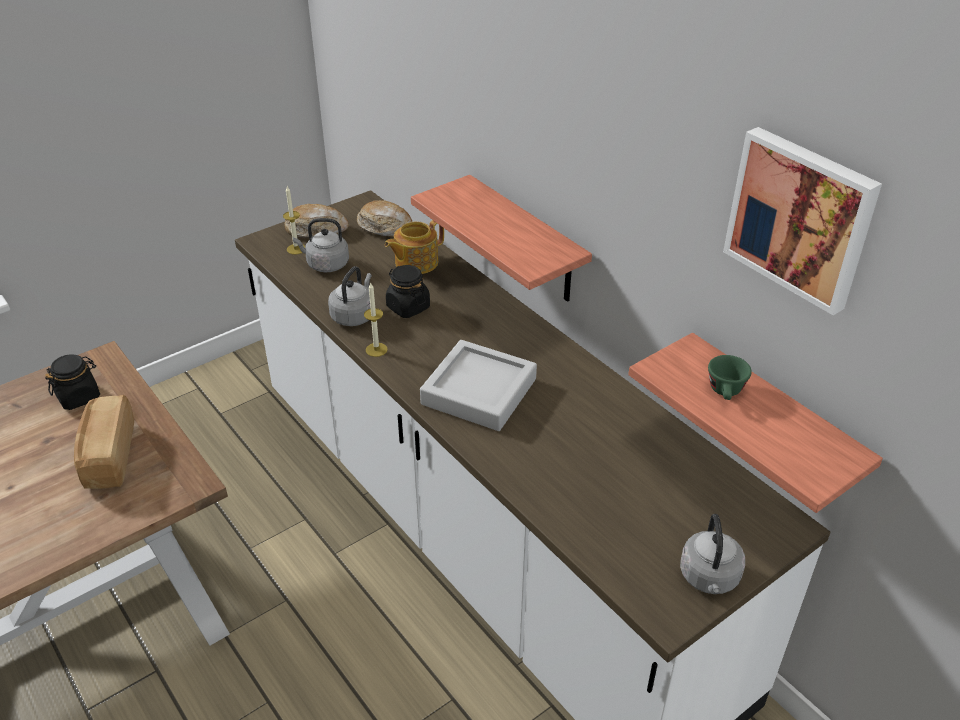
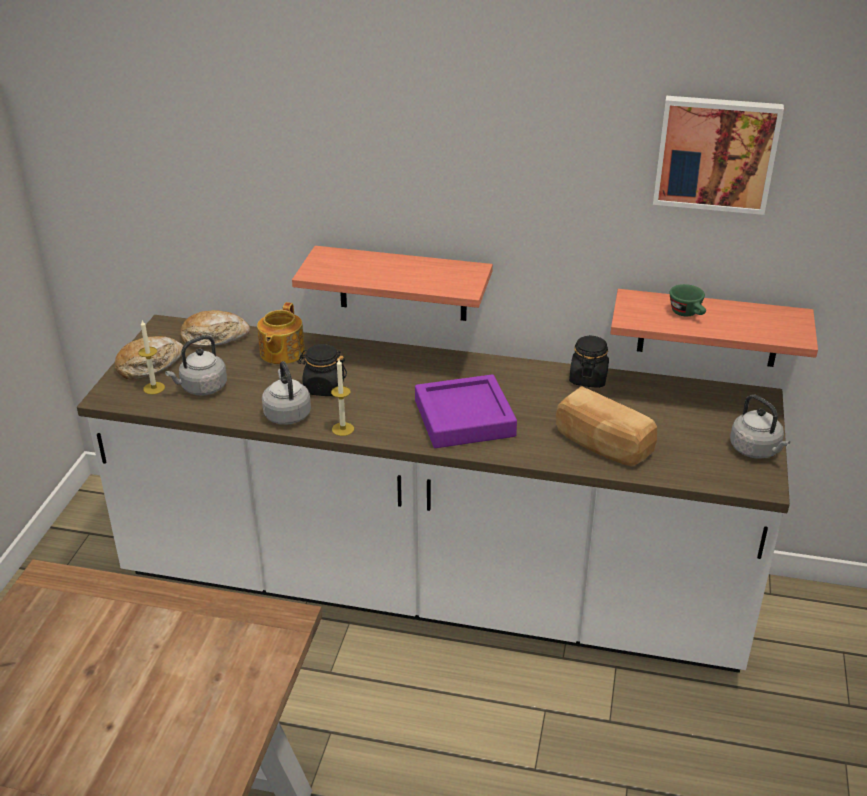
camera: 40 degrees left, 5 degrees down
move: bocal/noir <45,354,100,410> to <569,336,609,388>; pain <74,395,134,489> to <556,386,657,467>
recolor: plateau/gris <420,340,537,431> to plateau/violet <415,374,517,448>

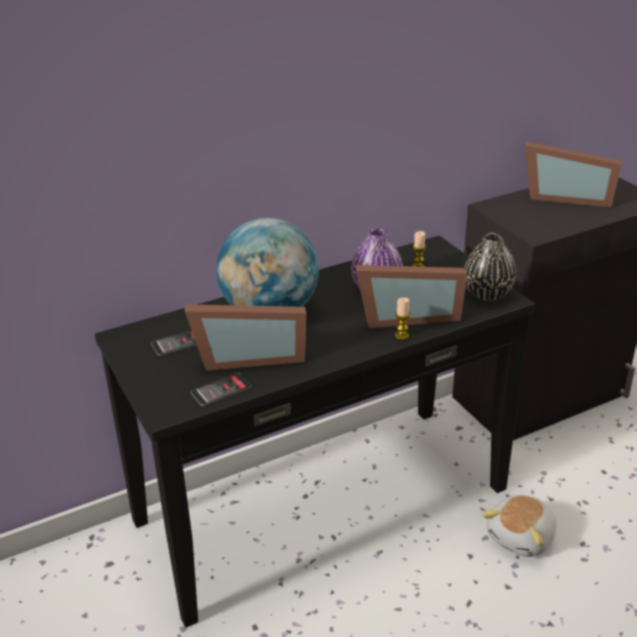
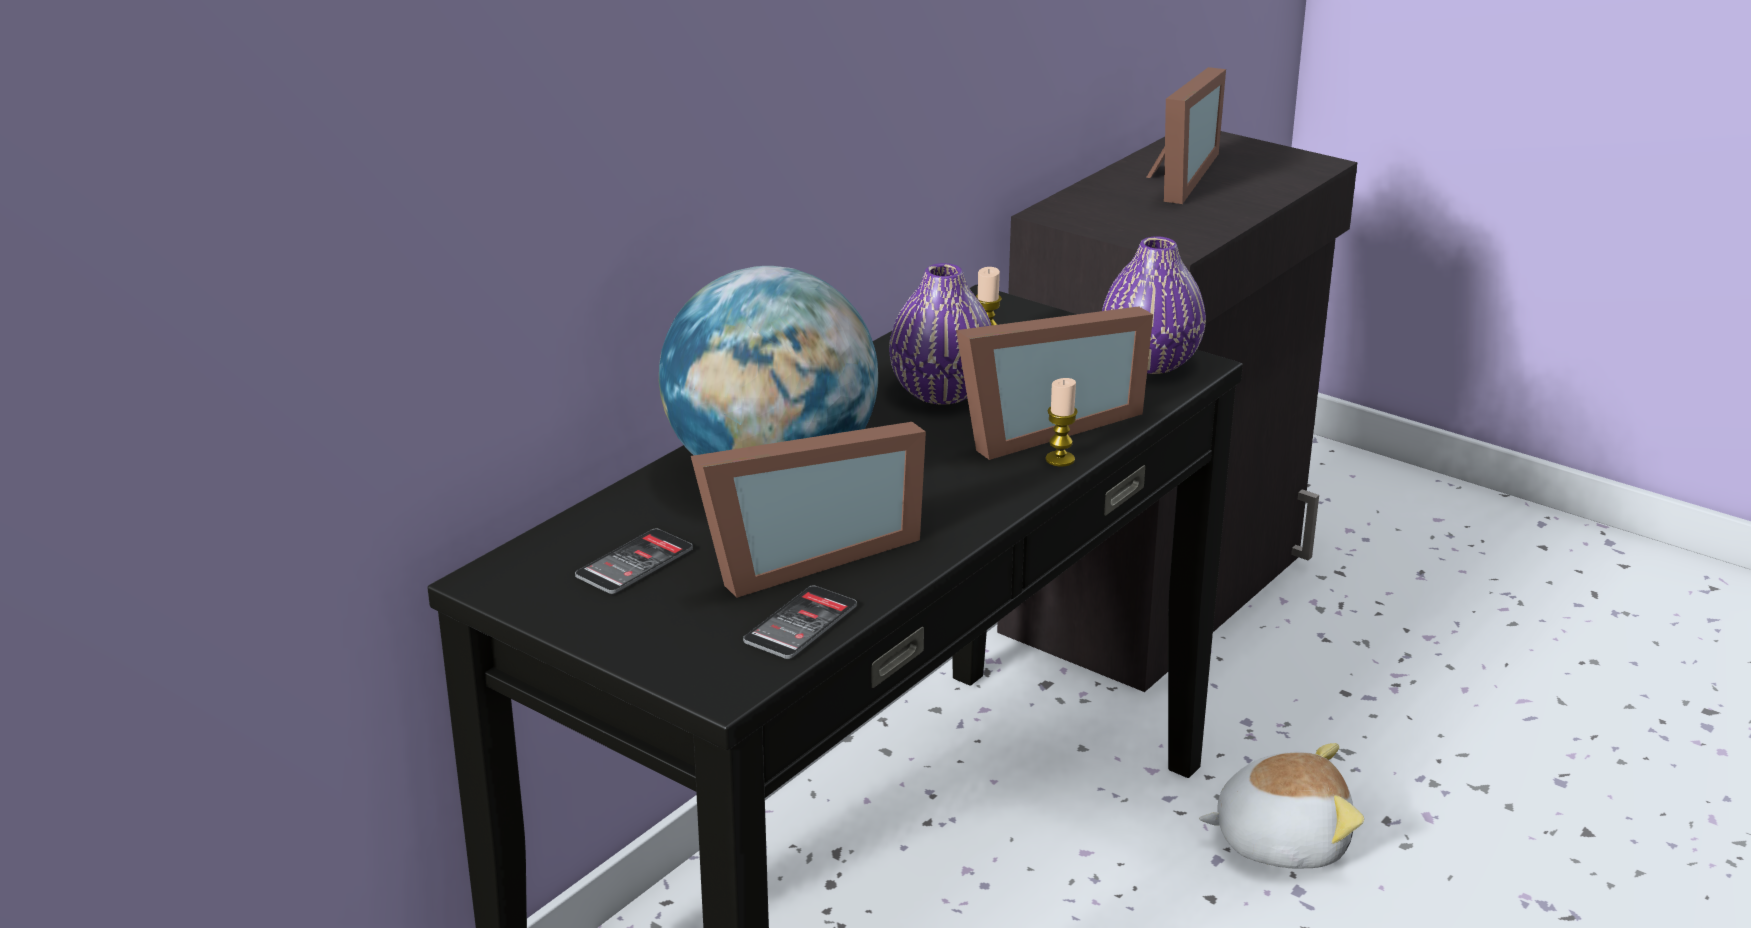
camera: 25 degrees left, 5 degrees down
recolor: vase/noir <464,232,517,301> to vase/violet <1102,236,1206,374>
rotate: peluche <482,495,556,557> = <1199,743,1364,868> 105 degrees counterclockwise; cadre photo <525,141,622,208> = <1146,67,1226,204> 60 degrees counterclockwise

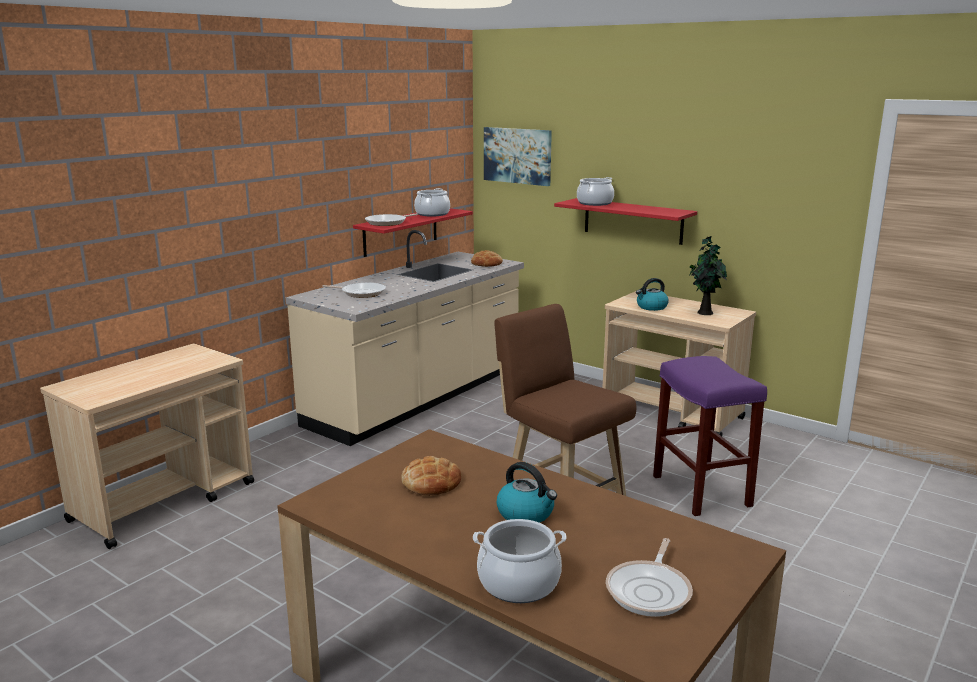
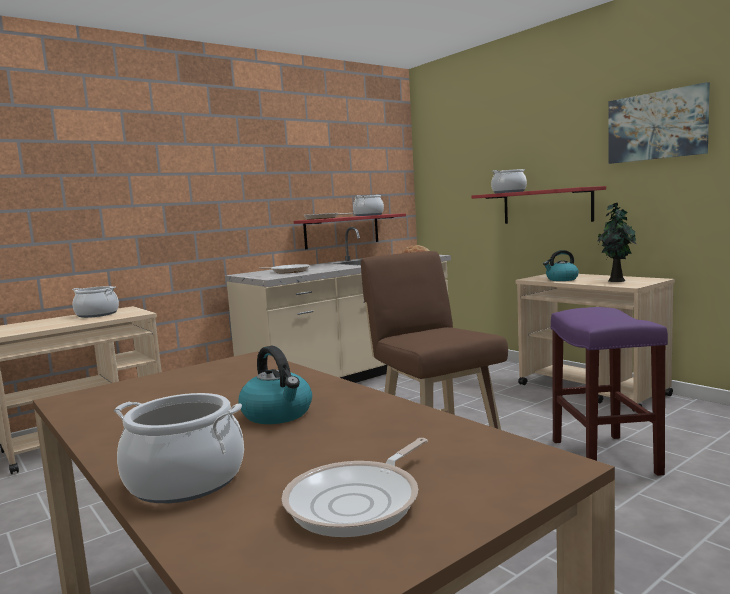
camera: 15 degrees right, 10 degrees down
delete: pain <401,456,461,496>
insert: marmite <72,286,119,318>
move: tableau <484,127,552,186> to <609,82,710,164>

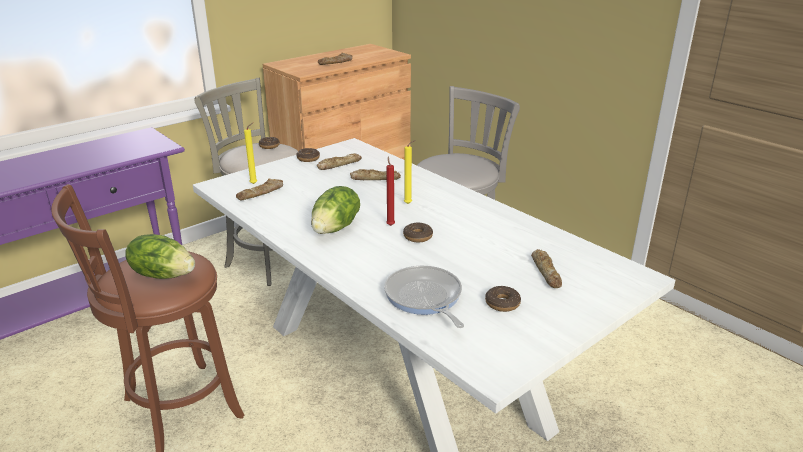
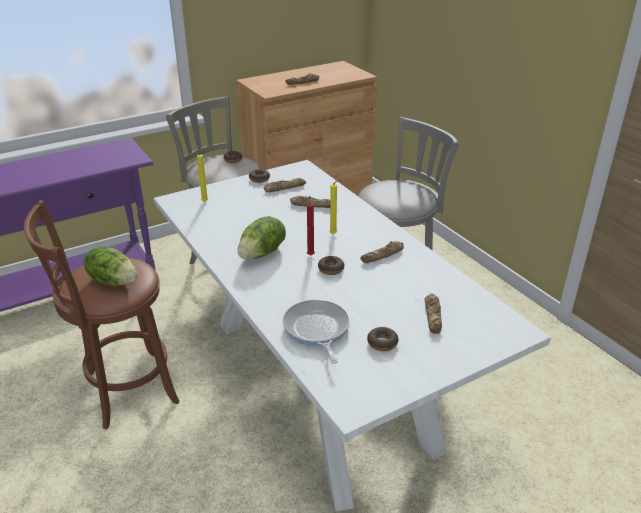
camera: 10 degrees right, 5 degrees up
move: pain <236,179,283,201> to <361,241,404,263>

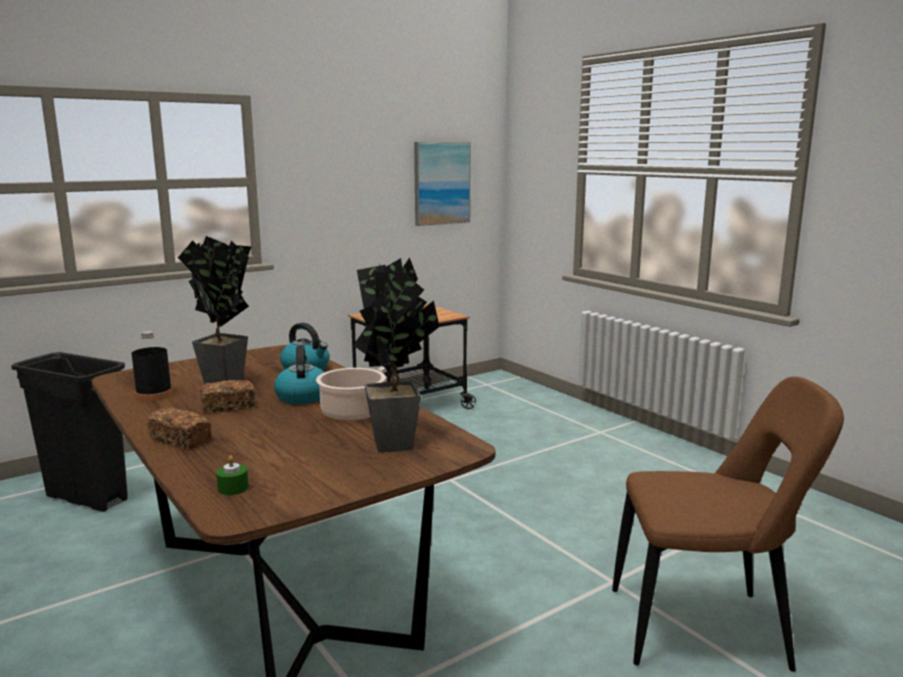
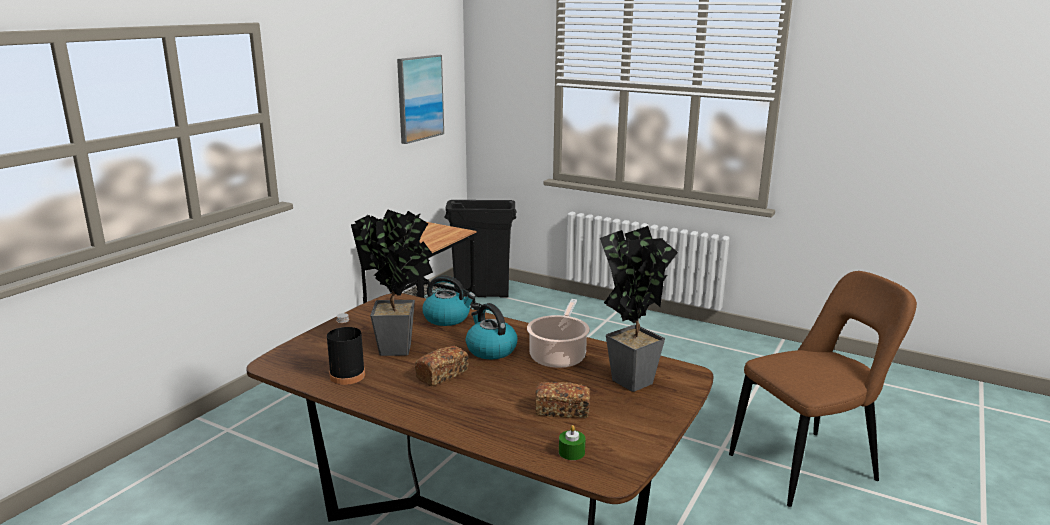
camera: 25 degrees left, 5 degrees up
move: poubelle/noir <11,352,128,512> to <444,200,516,297>; pain <147,407,211,450> to <535,382,590,418>

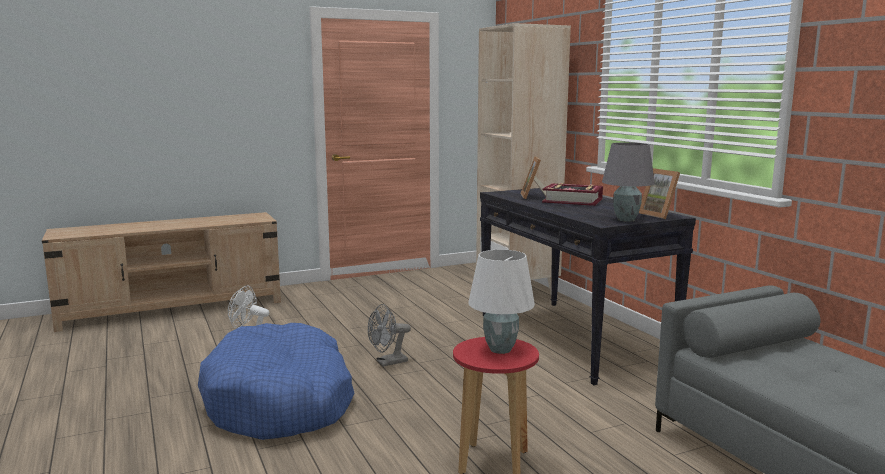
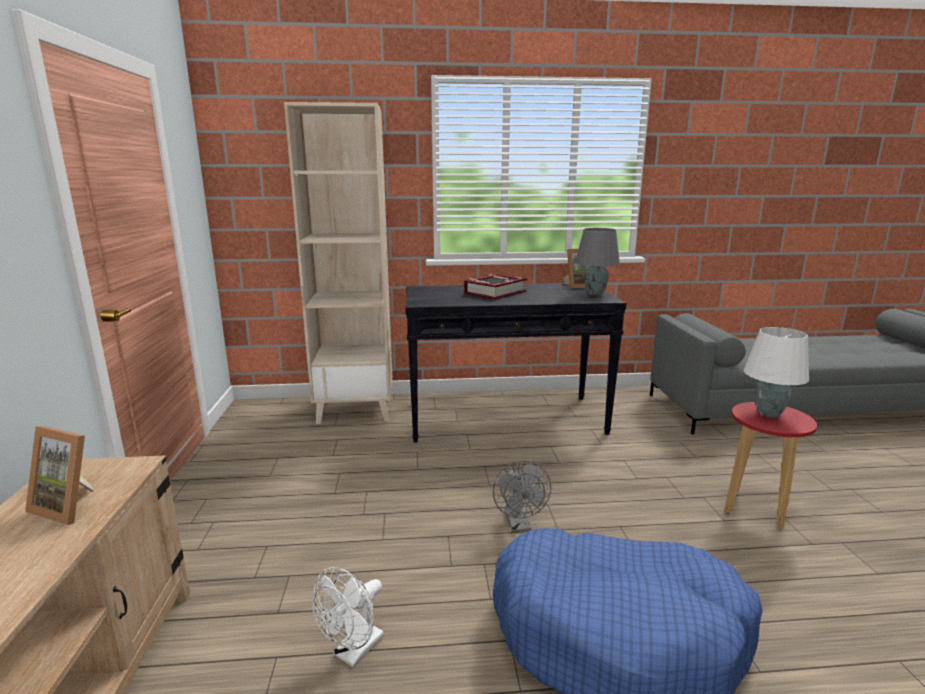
camera: 70 degrees left, 5 degrees up
move: cadre photo <520,156,546,199> to <25,426,94,525>

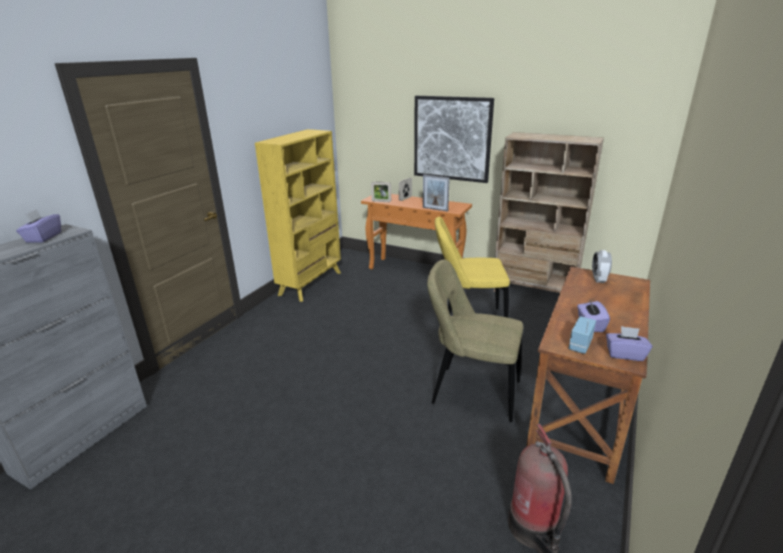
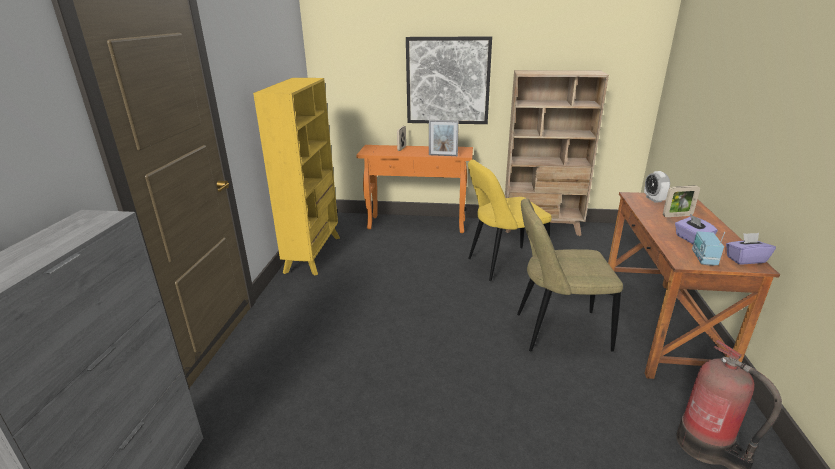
camera: 20 degrees left, 0 degrees up
delete: boîte à mouchoirs/violet <16,209,61,243>
move: cadre photo <371,181,391,202> to <663,185,700,217>

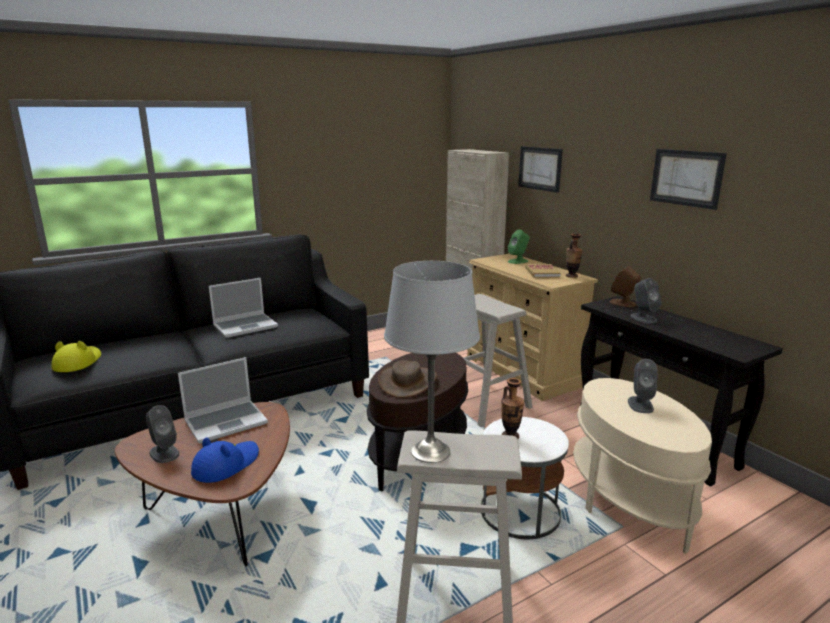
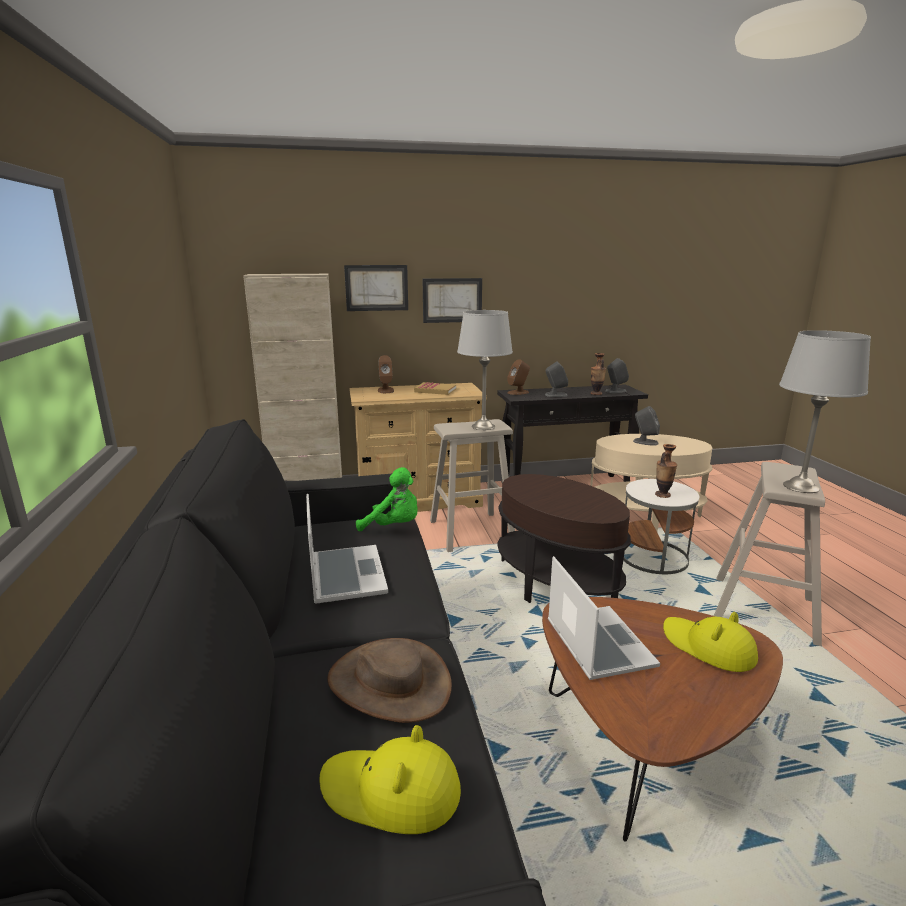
camera: 70 degrees left, 0 degrees up
insert: peluche/vert <356,467,418,531>; lampe de table/gris <457,310,513,430>
move: enceinte/gris <146,405,179,463> to <605,358,629,393>; chapeau/marron <378,360,437,398> to <327,638,452,723>; vase <566,234,583,278> to <591,353,606,395>; tableau <650,149,727,210> to <423,278,482,323>
recolor: chapeau/bleu <191,438,259,483> to chapeau/jaune <663,612,758,672>; enceinte/vert <508,230,530,264> to enceinte/marron <378,355,394,393>

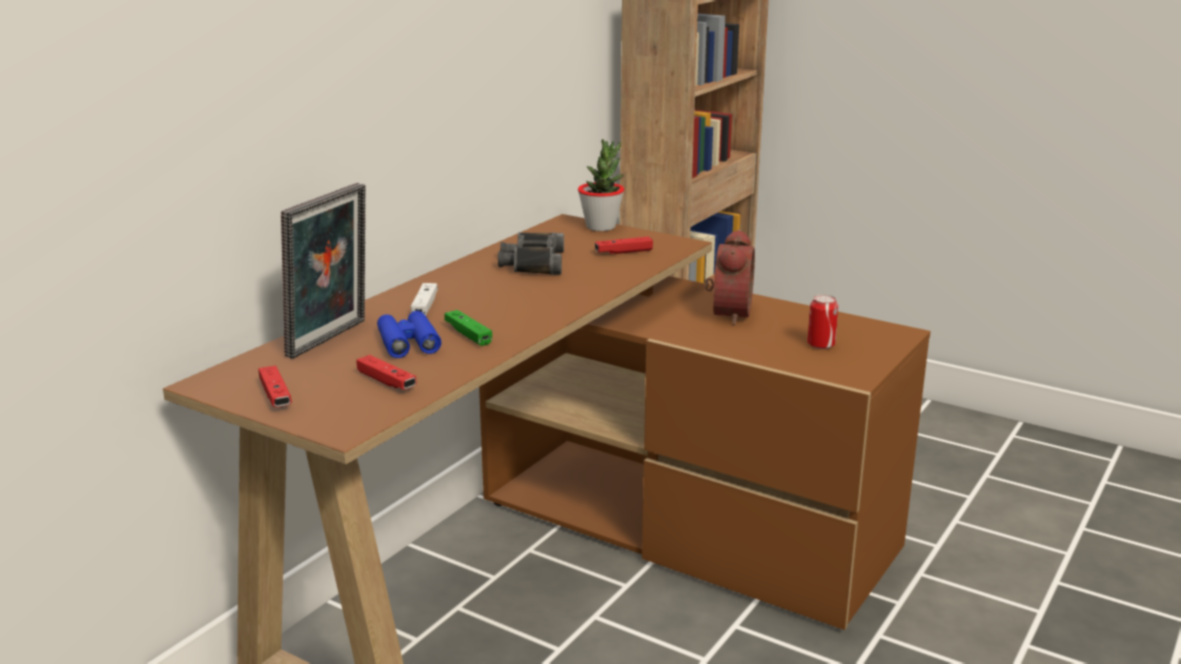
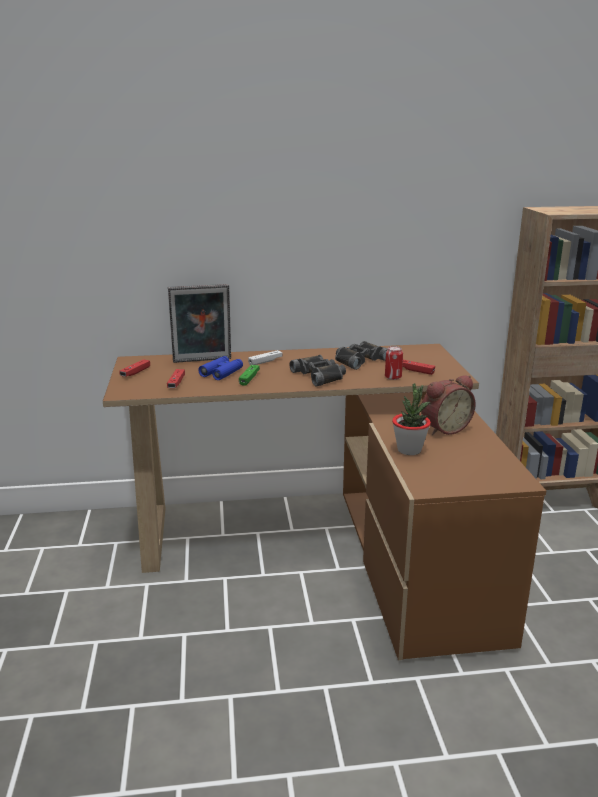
camera: 50 degrees right, 0 degrees up
insert: jumelles/noir <289,355,346,386>
move: plante en pot <578,139,624,231> to <392,383,431,455>; boîte métallique <807,294,838,349> to <385,346,403,380>

